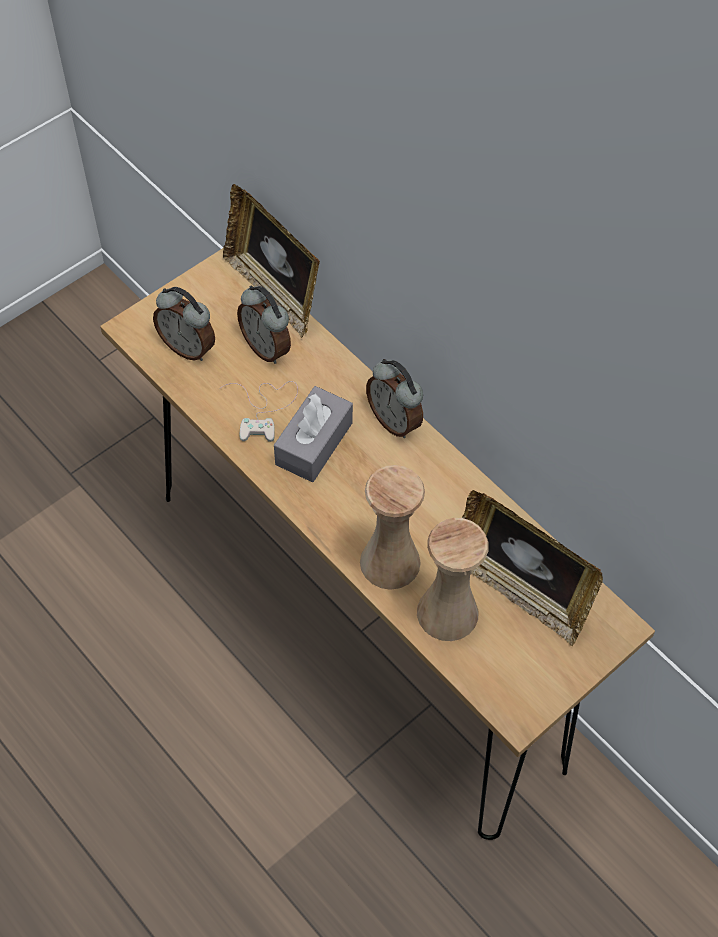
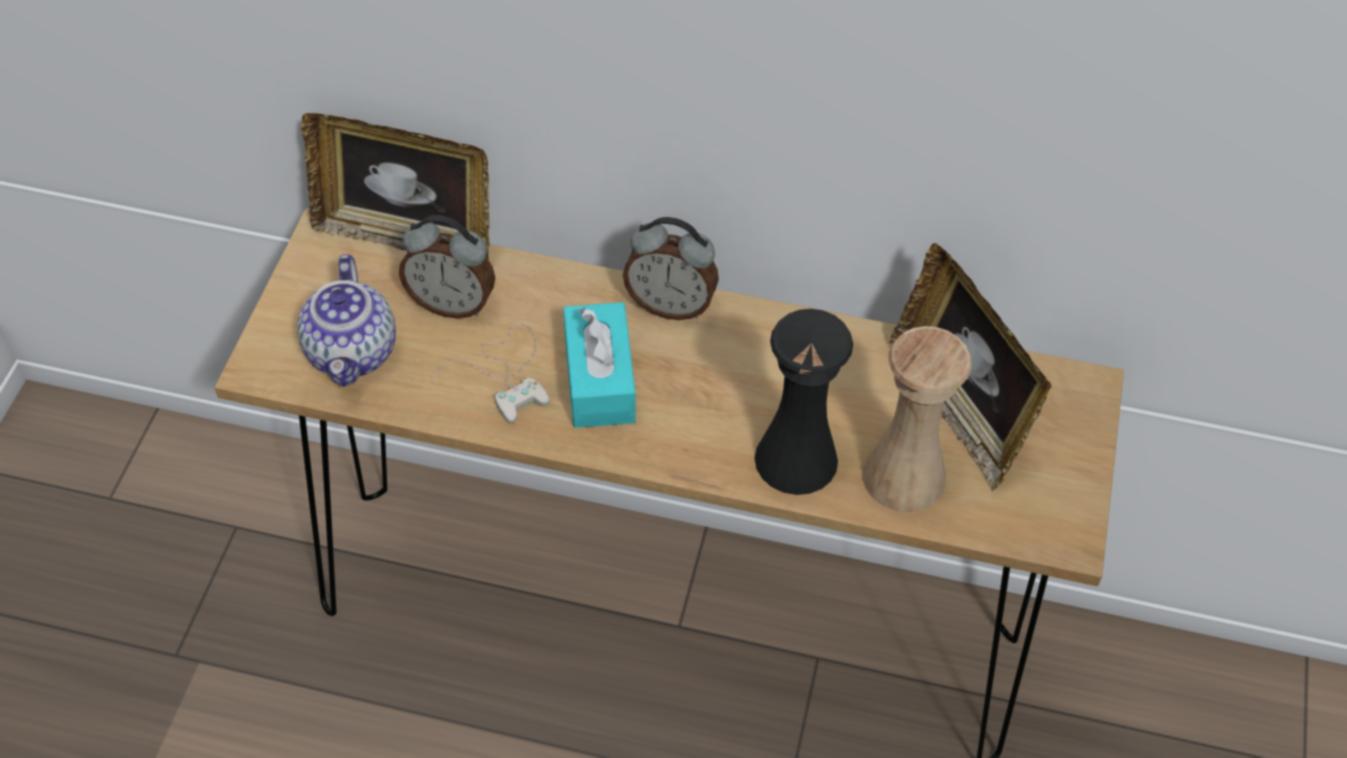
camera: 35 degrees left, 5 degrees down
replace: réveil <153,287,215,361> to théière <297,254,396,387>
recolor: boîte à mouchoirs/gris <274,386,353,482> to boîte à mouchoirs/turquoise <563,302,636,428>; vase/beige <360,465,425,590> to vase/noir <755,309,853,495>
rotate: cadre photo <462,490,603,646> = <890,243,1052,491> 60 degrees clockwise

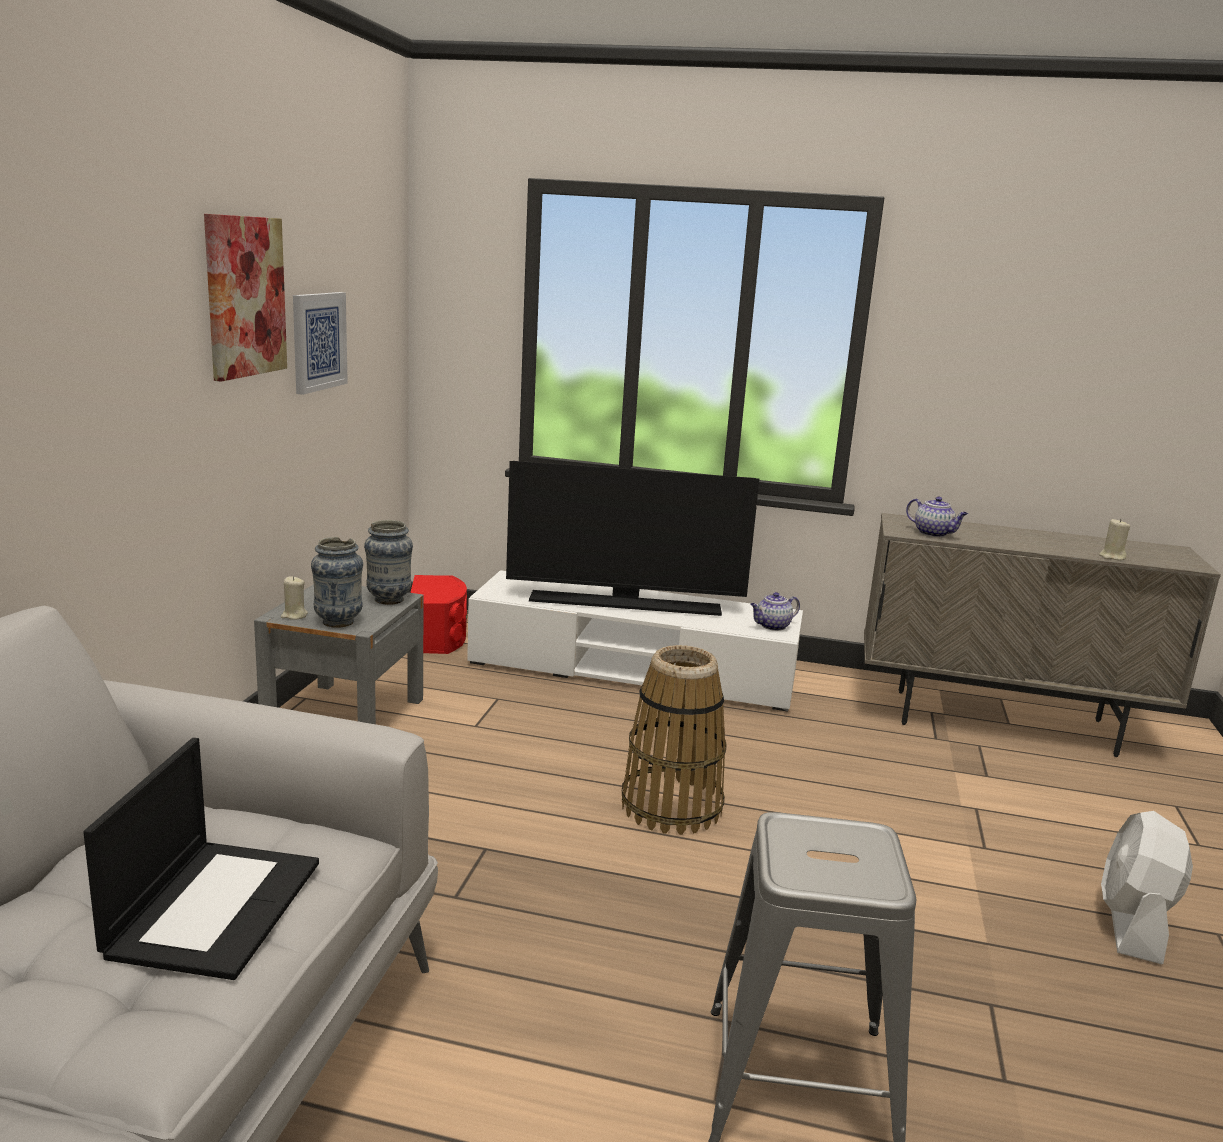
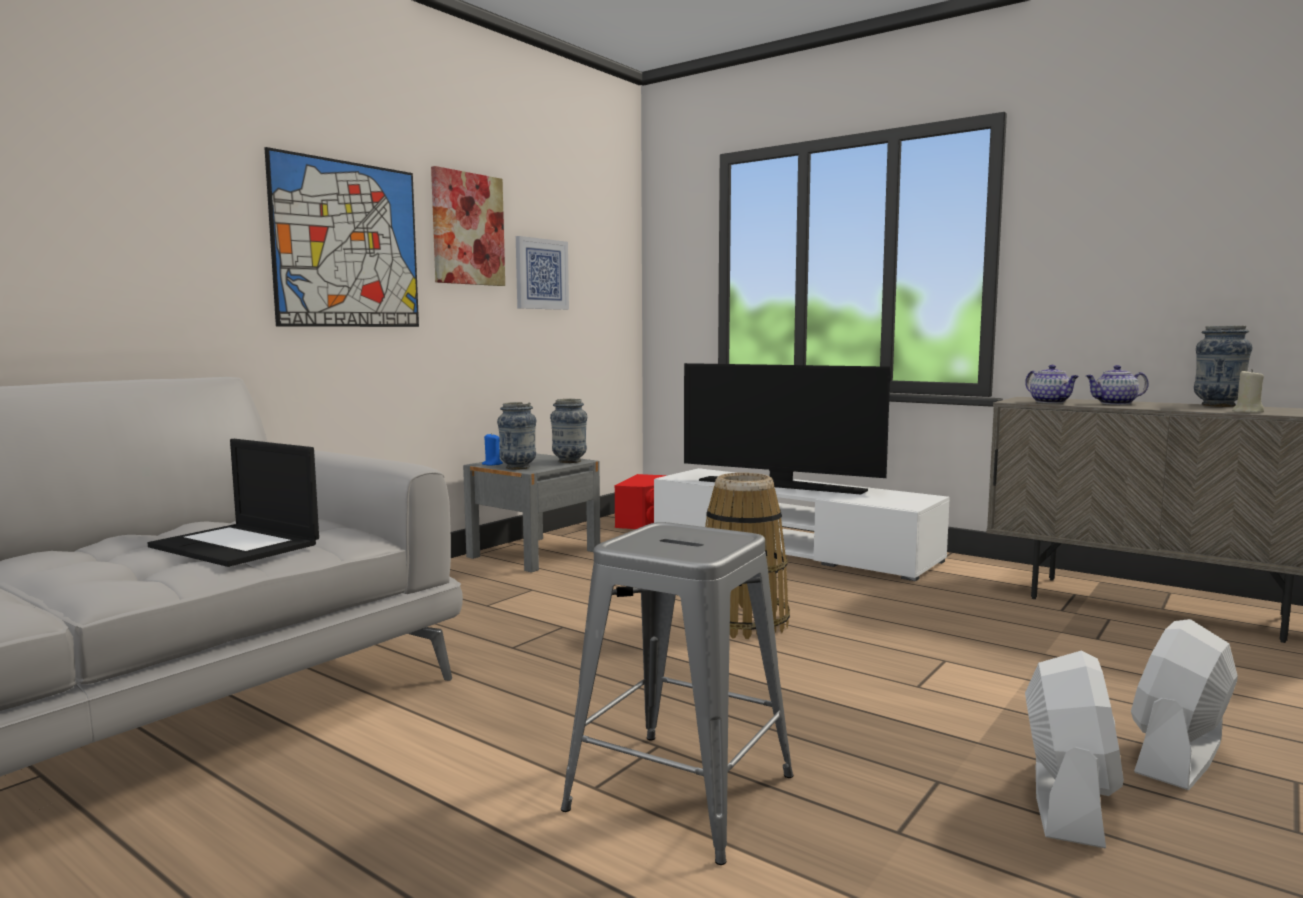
camera: 25 degrees right, 10 degrees down
insert: tableau <265,147,419,327>; ventilateur/blanc <1025,651,1124,848>; vase <1194,326,1252,407>
move: théière <750,592,800,631> to <1086,365,1149,405>
recolor: bougie/beige <281,576,308,620> to bougie/bleu <482,433,503,466>
rotate: ordinateur portable <83,738,319,980> = <147,439,319,567> 90 degrees clockwise

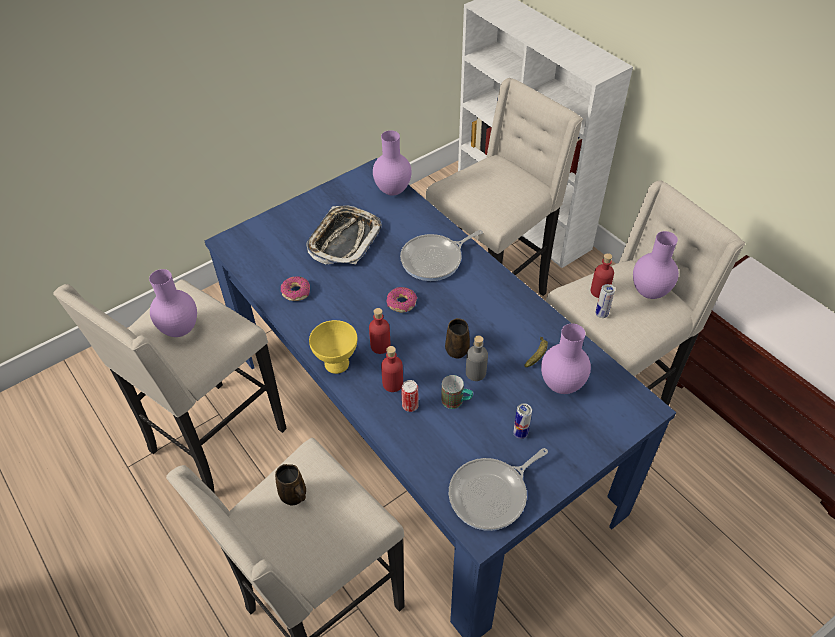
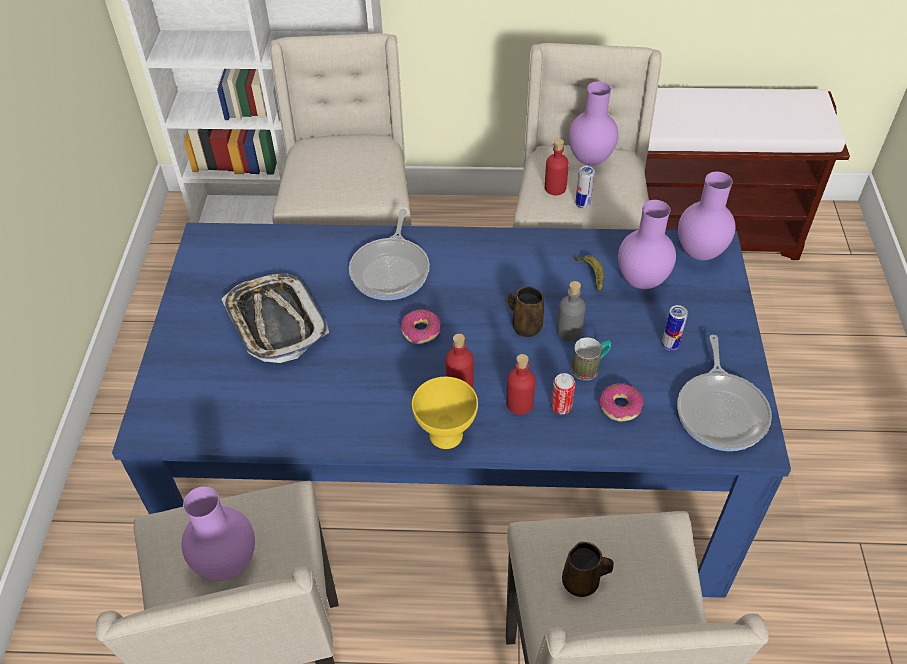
camera: 50 degrees left, 0 degrees up
move: beignet <281,276,310,301> to <599,383,643,422>; vase/violet <373,130,412,196> to <678,172,736,260>

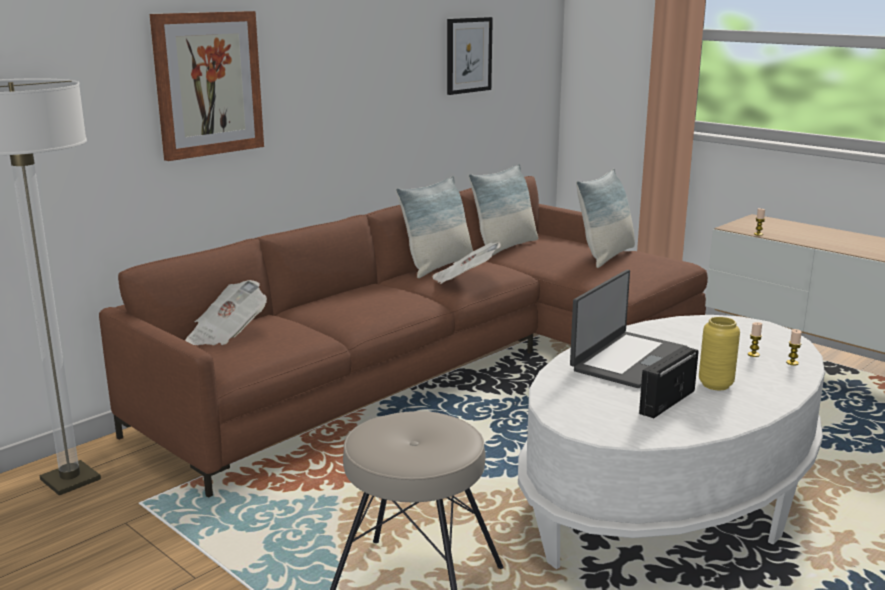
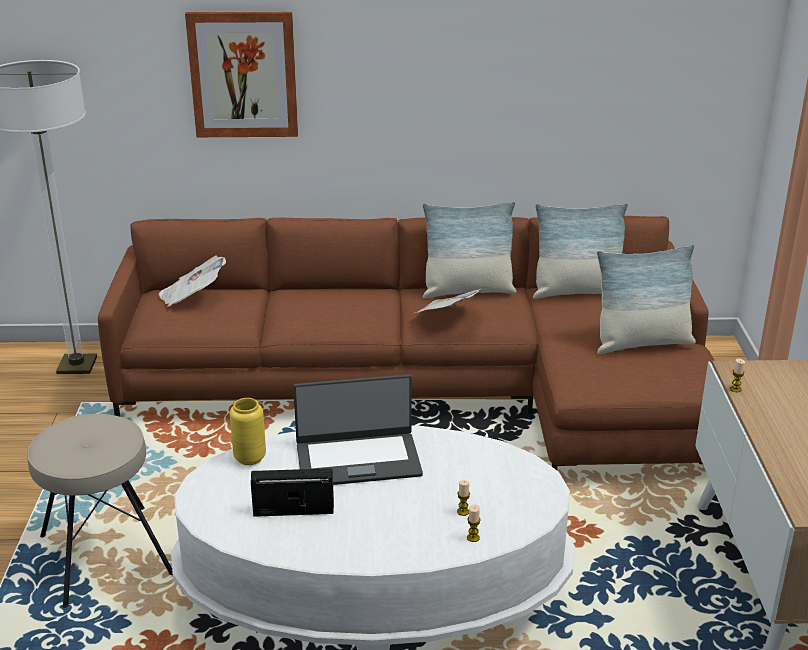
camera: 45 degrees right, 10 degrees up
delete: tableau <447,17,493,95>
move: vase/jaune <699,317,740,390> to <230,398,266,465>

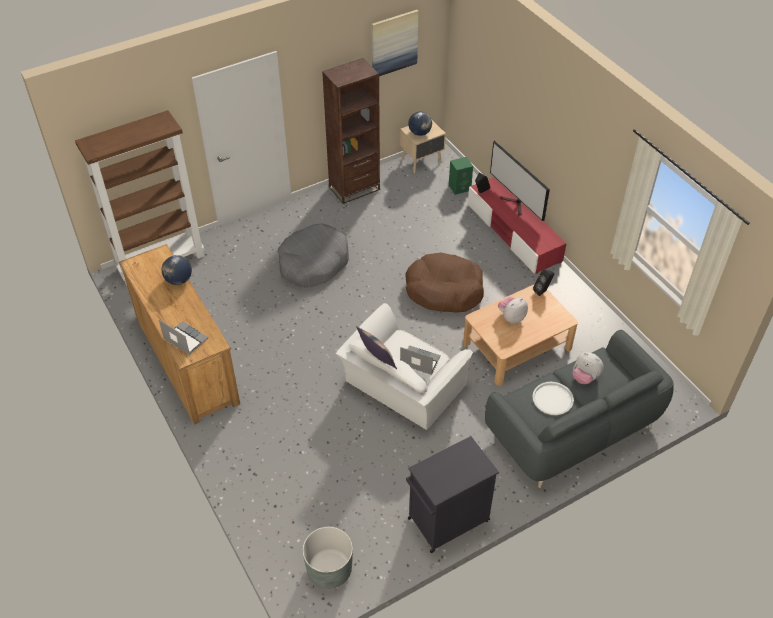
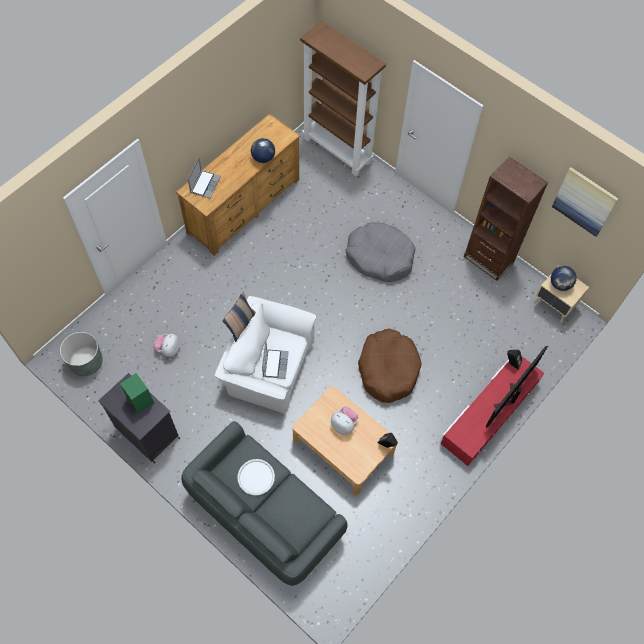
camera: 70 degrees right, 15 degrees up
move: enceinte/vert <449,157,473,195> to <120,373,154,414>; peluche <573,352,604,384> to <153,334,179,357>

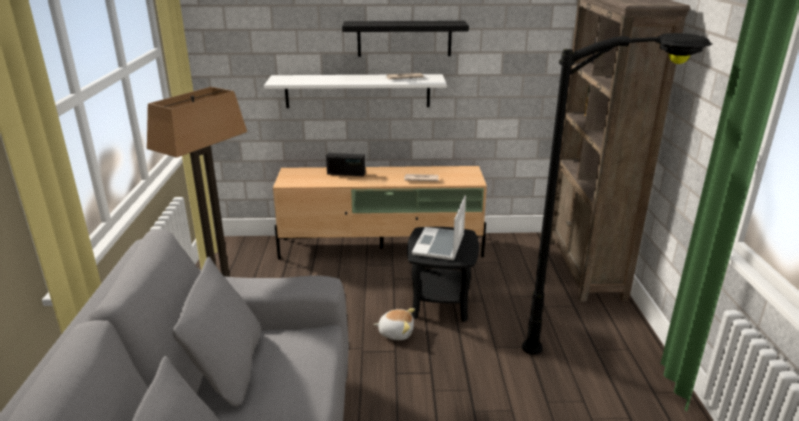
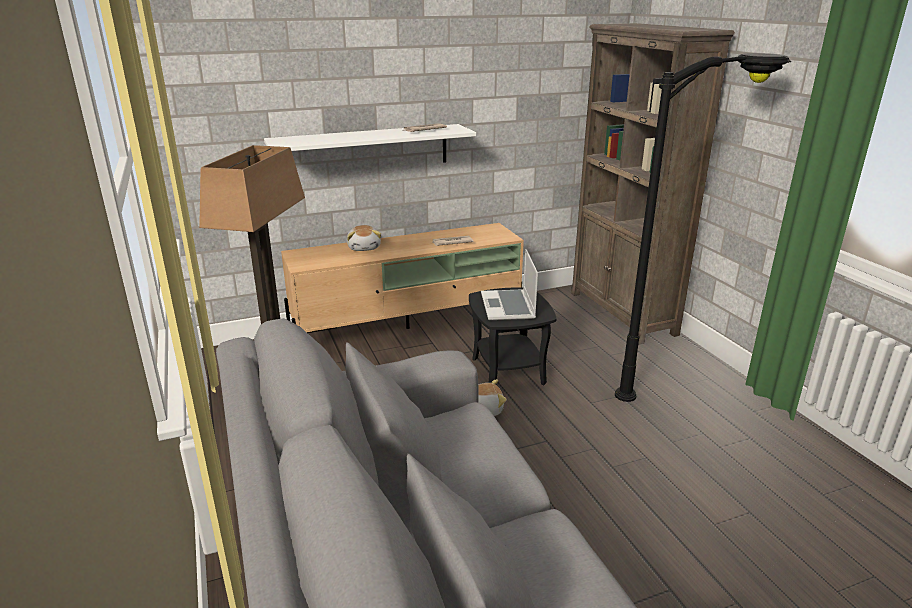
camera: 20 degrees left, 0 degrees up
delete: étagère/noir <342,21,469,57>
replace: radio <326,153,365,176> to peluche <347,225,381,251>

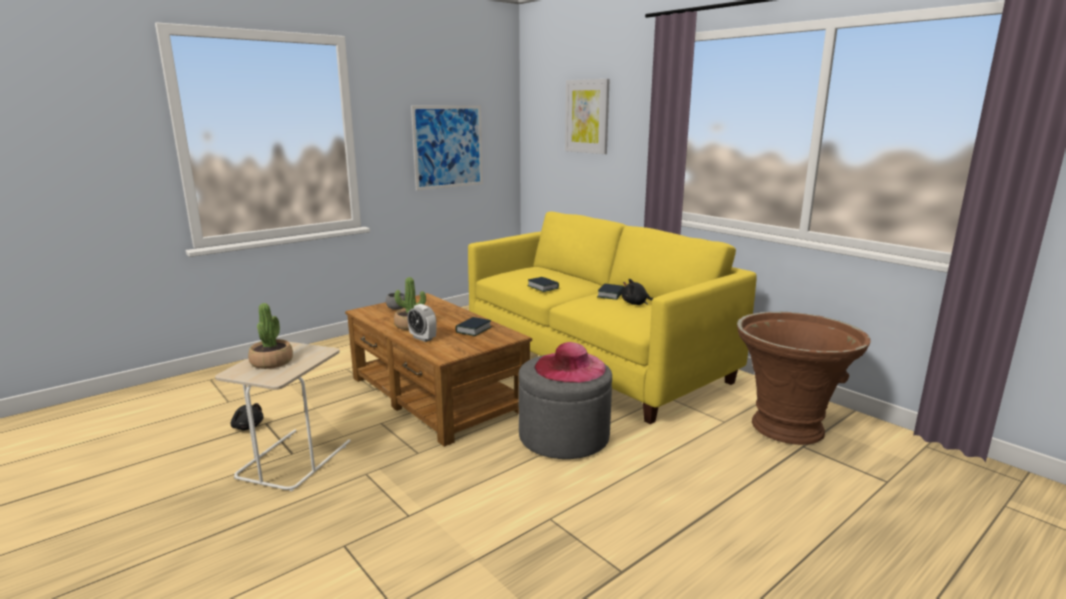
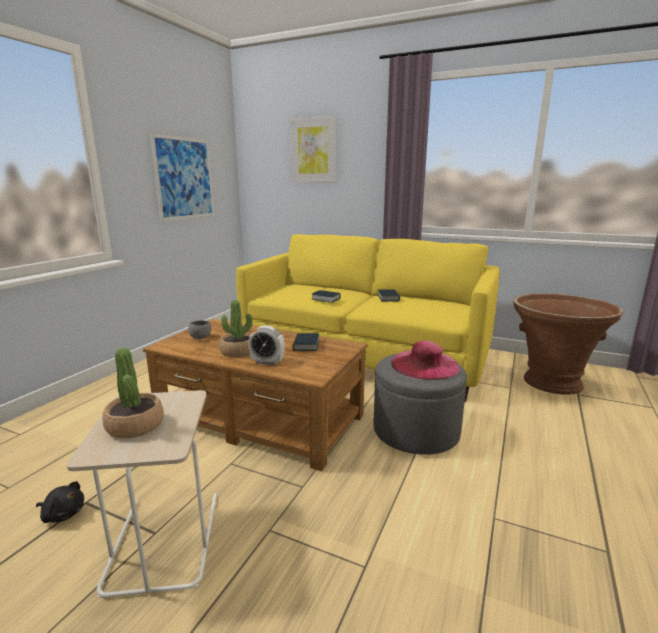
camera: 25 degrees left, 0 degrees up
delete: peluche/noir <622,279,653,305>

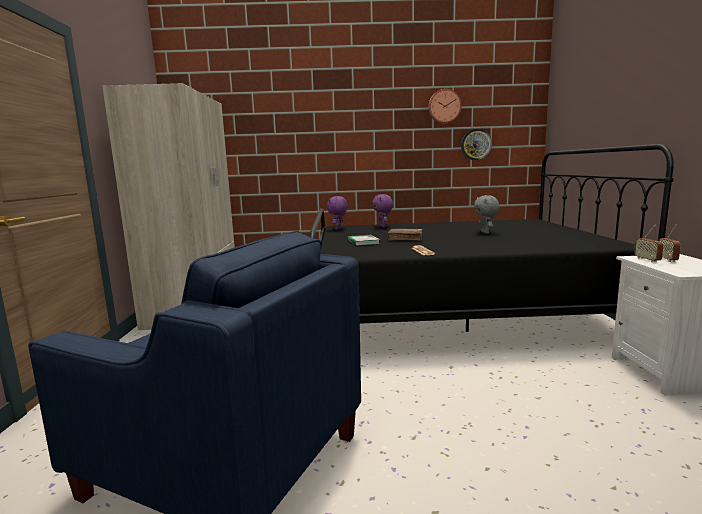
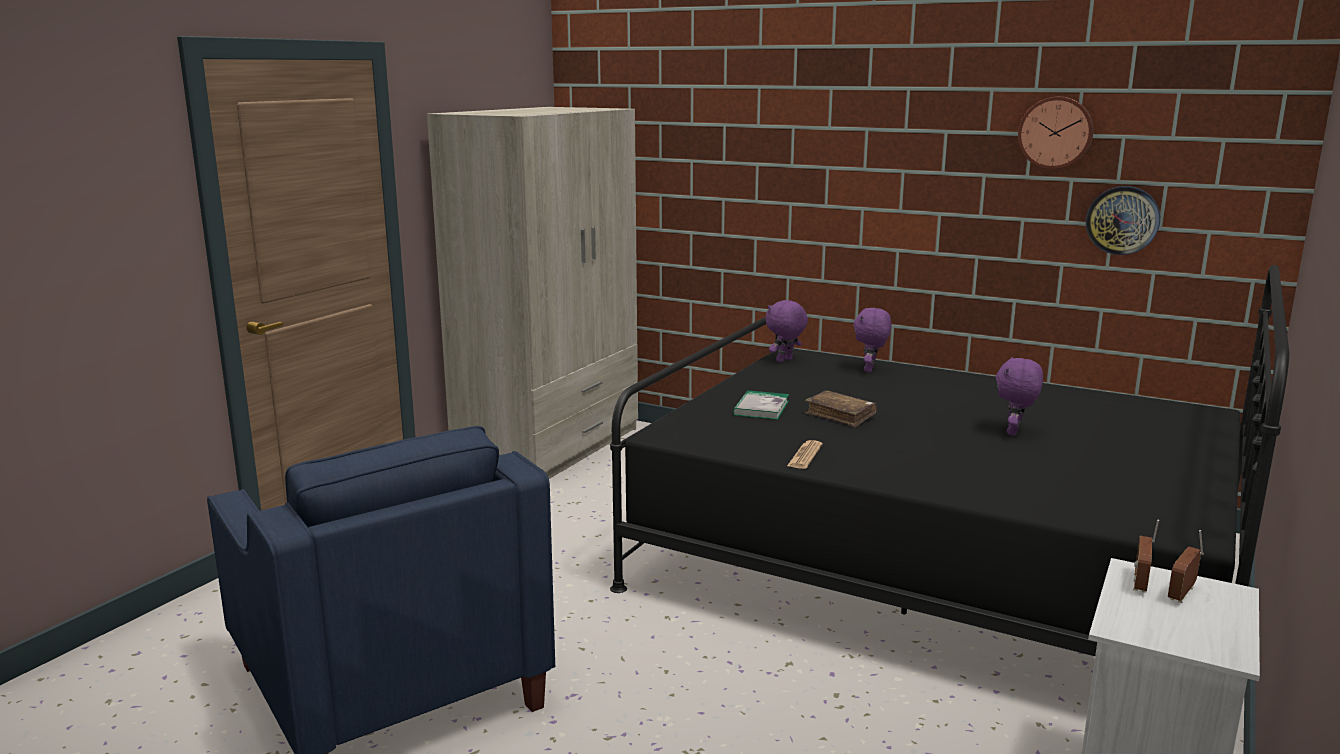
camera: 30 degrees right, 5 degrees up
recolor: peluche/gris <474,195,500,234> to peluche/violet <996,357,1043,436>

